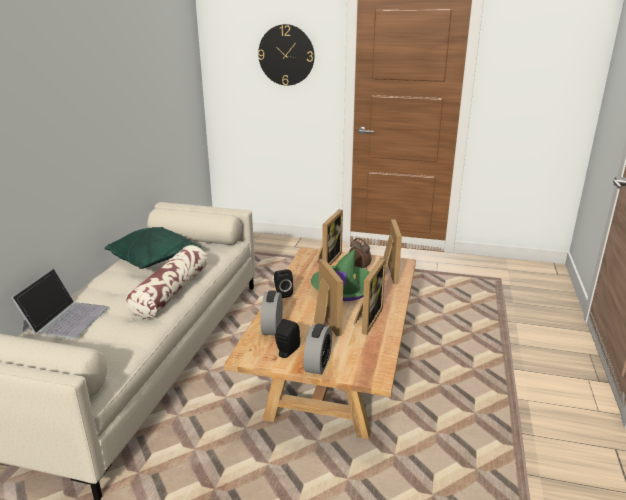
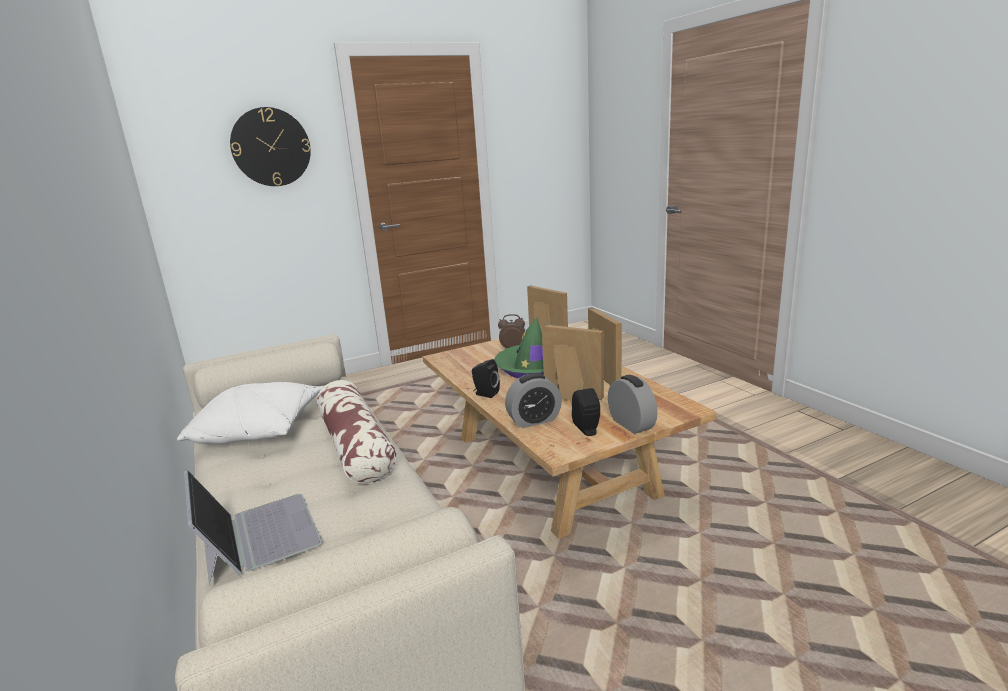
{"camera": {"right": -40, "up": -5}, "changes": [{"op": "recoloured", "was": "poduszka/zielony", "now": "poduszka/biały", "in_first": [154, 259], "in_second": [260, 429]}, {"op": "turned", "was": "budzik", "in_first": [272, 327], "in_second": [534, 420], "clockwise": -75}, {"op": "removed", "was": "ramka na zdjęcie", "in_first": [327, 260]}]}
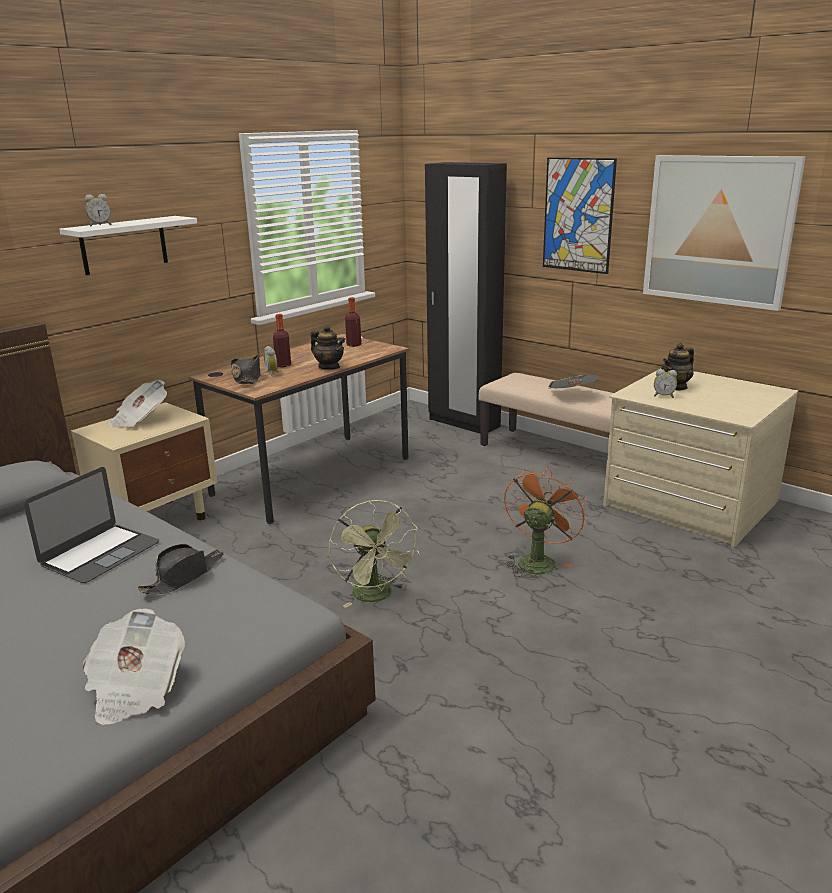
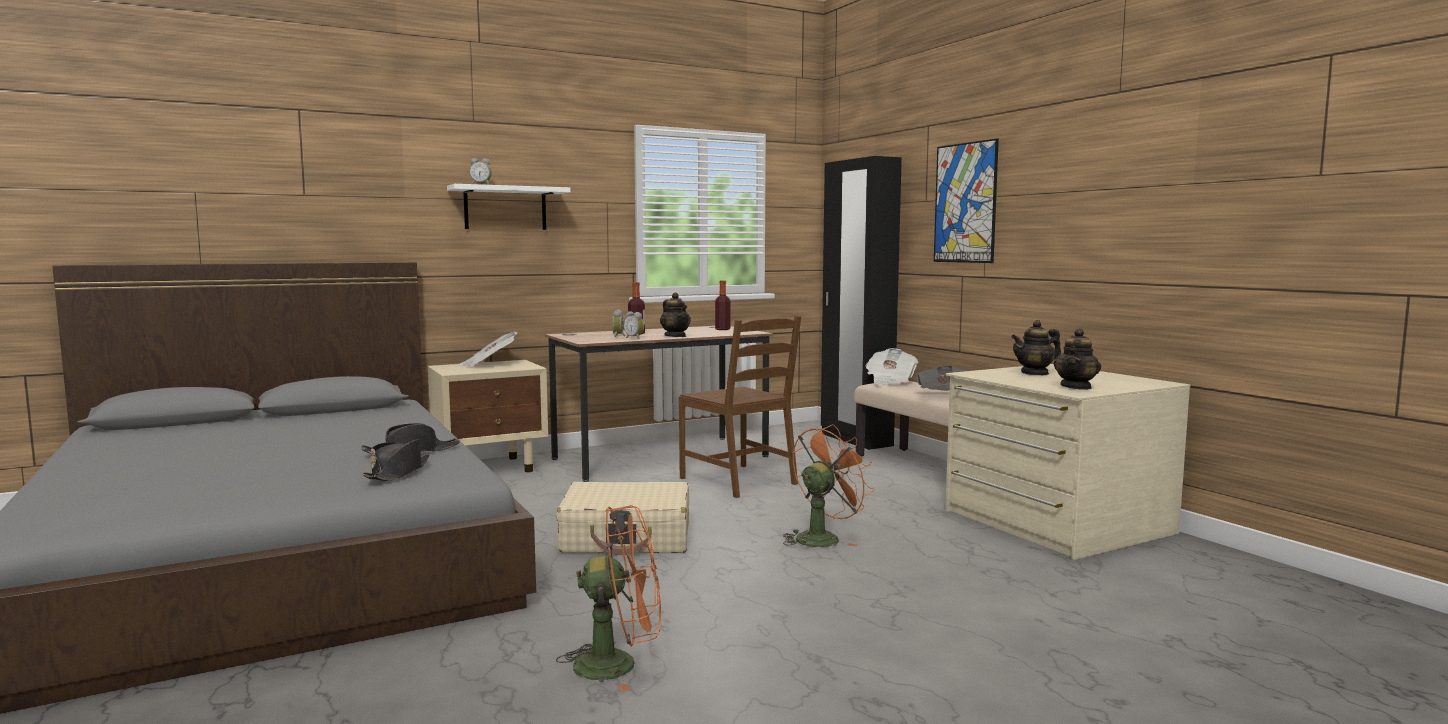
{"camera": {"right": 20, "up": -15}, "changes": [{"op": "moved", "was": "kapelusz/czarny", "in_first": [247, 378], "in_second": [398, 472]}, {"op": "added", "now": "wentylator/pomarańczowy", "in_second": [619, 664]}, {"op": "replaced", "was": "wentylator/zielony", "now": "walizka/beżowy", "in_first": [377, 596], "in_second": [627, 538]}, {"op": "moved", "was": "budzik", "in_first": [664, 396], "in_second": [635, 338]}, {"op": "added", "now": "krzesło/brązowy", "in_second": [740, 481]}, {"op": "moved", "was": "gazeta", "in_first": [135, 688], "in_second": [890, 381]}, {"op": "added", "now": "imbryk", "in_second": [1076, 387]}, {"op": "removed", "was": "laptop", "in_first": [100, 553]}, {"op": "removed", "was": "obraz", "in_first": [718, 230]}]}
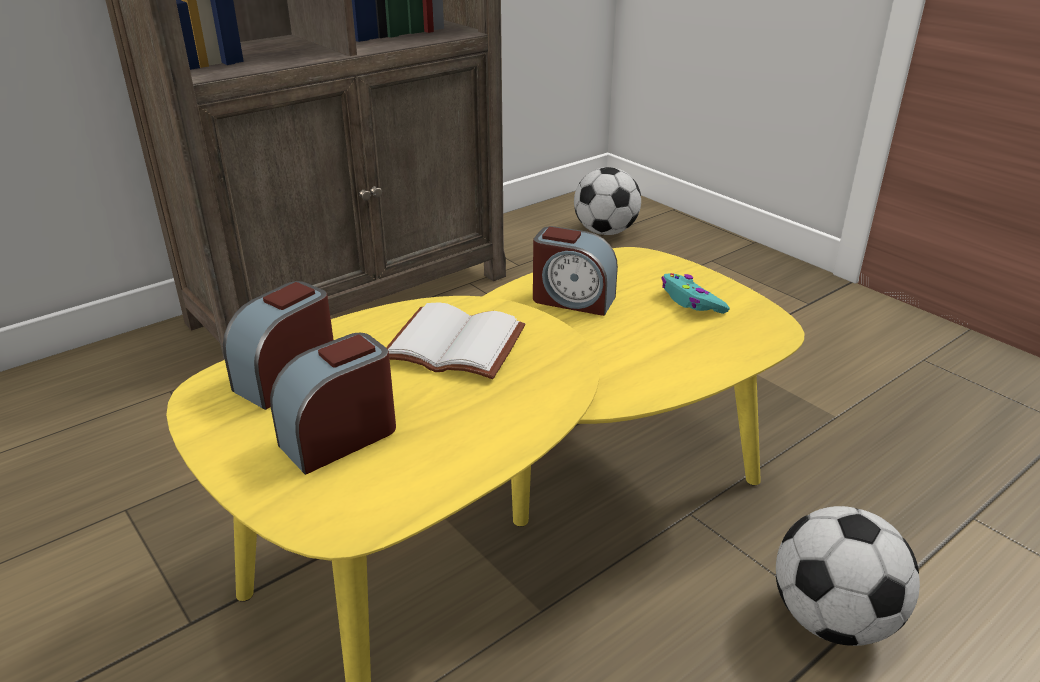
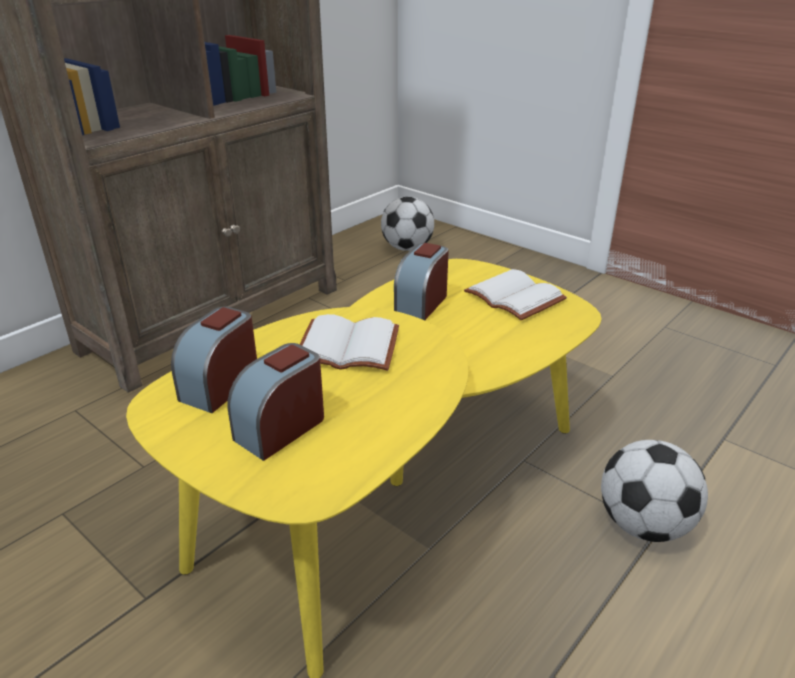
{"camera": {"right": -10, "up": 0}, "changes": [{"op": "turned", "was": "budzik", "in_first": [572, 299], "in_second": [421, 303], "clockwise": 105}, {"op": "replaced", "was": "pad do gier/turkusowy", "now": "książka/biały", "in_first": [691, 302], "in_second": [511, 297]}]}
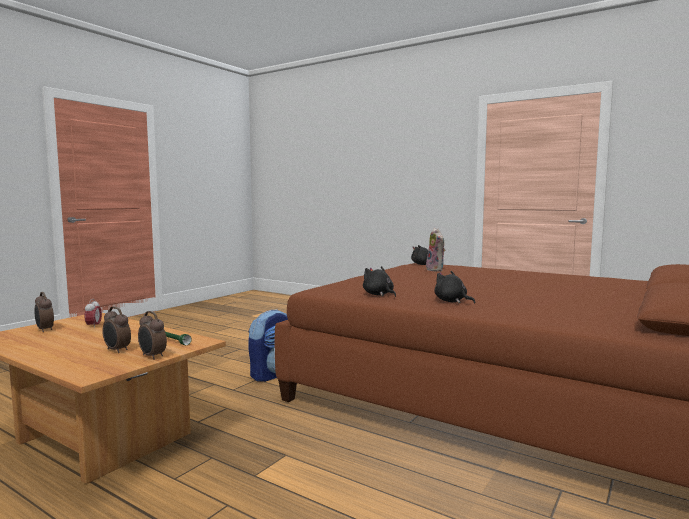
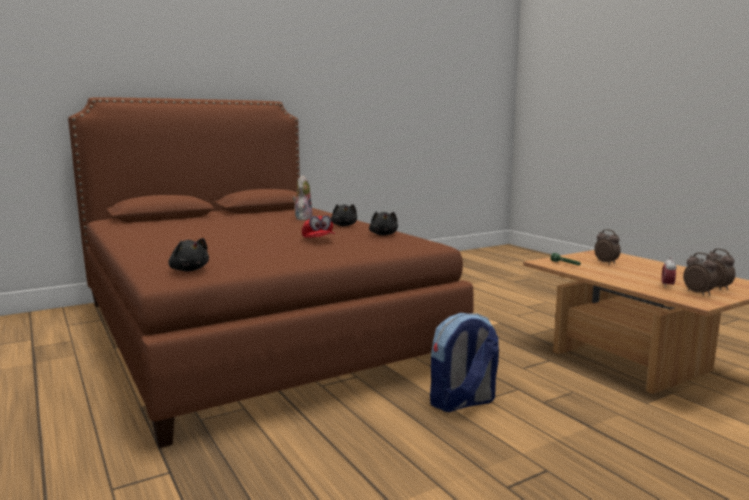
{"camera": {"right": -155, "up": 5}, "changes": [{"op": "moved", "was": "pluszak", "in_first": [436, 270], "in_second": [302, 218]}, {"op": "added", "now": "czapka z daszkiem/czerwony", "in_second": [318, 240]}, {"op": "moved", "was": "budzik", "in_first": [152, 356], "in_second": [698, 293]}]}
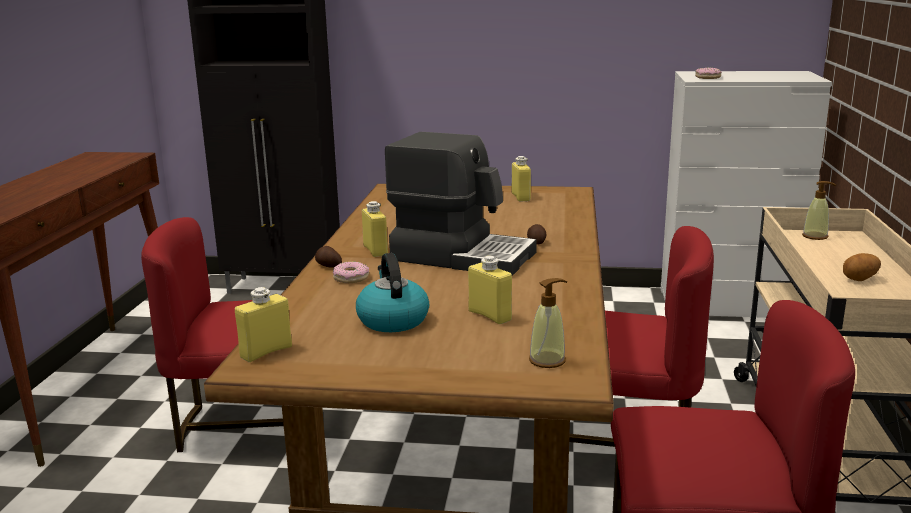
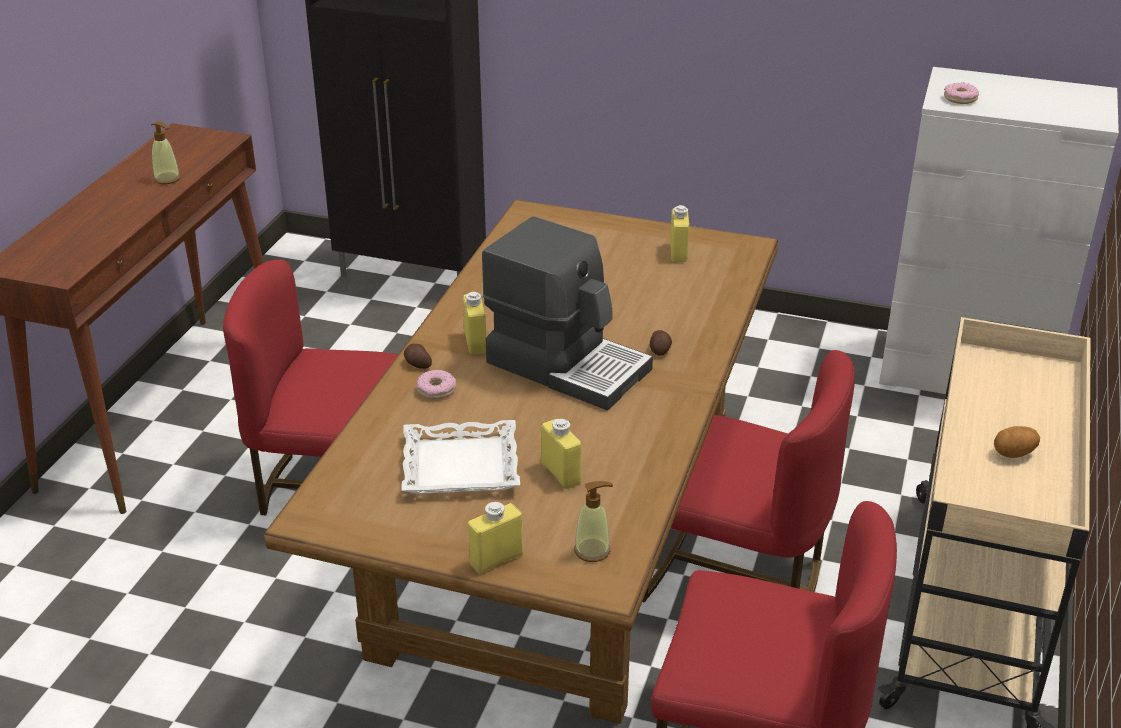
{"camera": {"right": 10, "up": 15}, "changes": [{"op": "moved", "was": "dozownik mydła", "in_first": [815, 236], "in_second": [167, 179]}, {"op": "replaced", "was": "czajnik", "now": "taca/biały", "in_first": [392, 320], "in_second": [460, 466]}, {"op": "moved", "was": "butelka/żółty", "in_first": [266, 352], "in_second": [496, 559]}]}
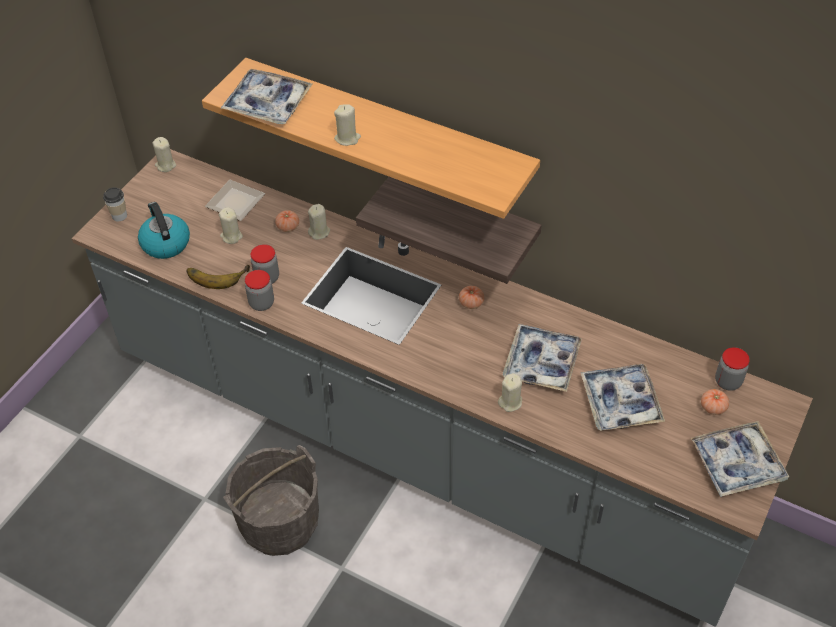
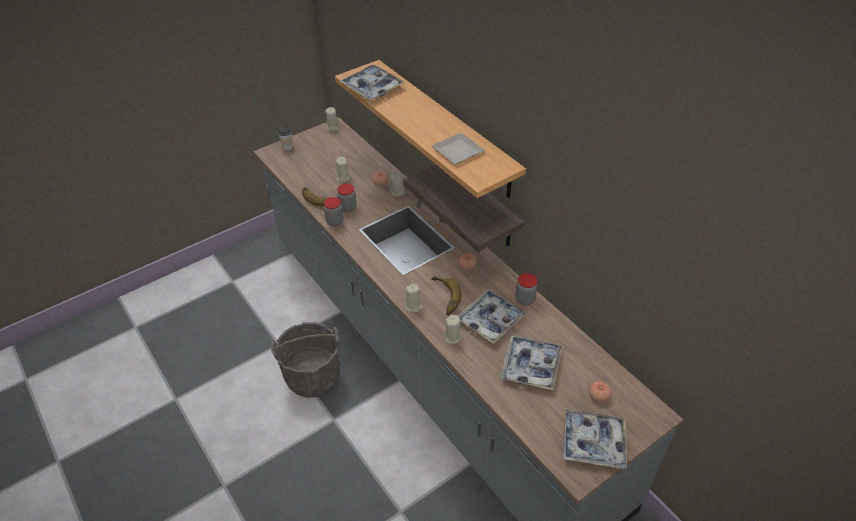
{"camera": {"right": 25, "up": -5}, "changes": [{"op": "moved", "was": "świeca/beżowy", "in_first": [347, 138], "in_second": [413, 306]}, {"op": "moved", "was": "talerz", "in_first": [233, 203], "in_second": [456, 150]}, {"op": "added", "now": "banan", "in_second": [443, 297]}, {"op": "moved", "was": "słoik", "in_first": [728, 381], "in_second": [525, 299]}, {"op": "removed", "was": "czajnik", "in_first": [165, 243]}]}
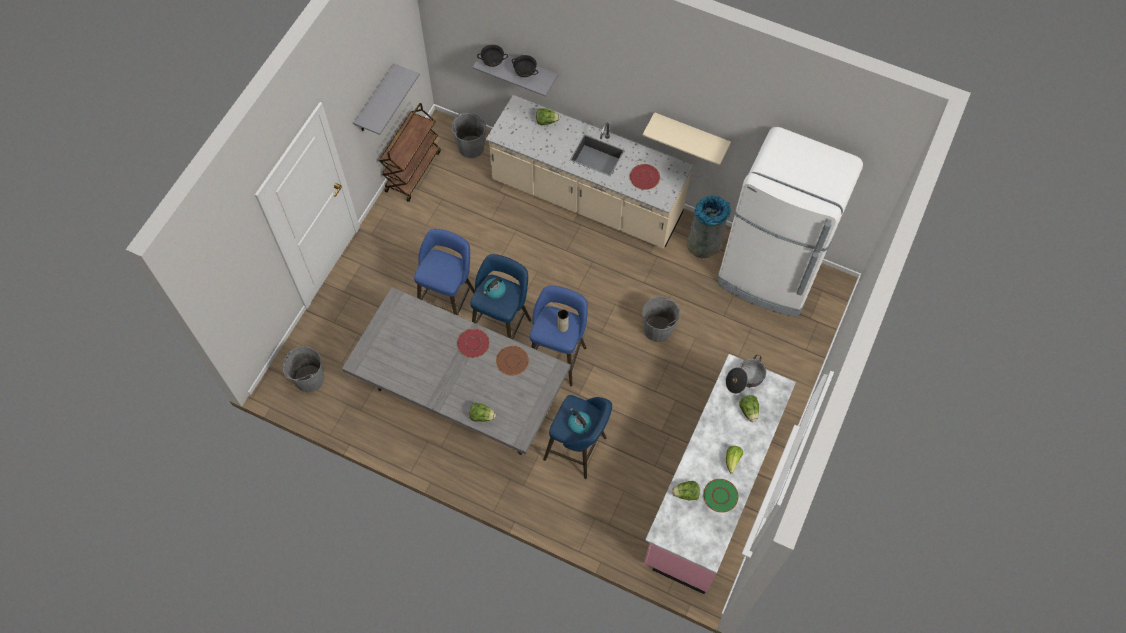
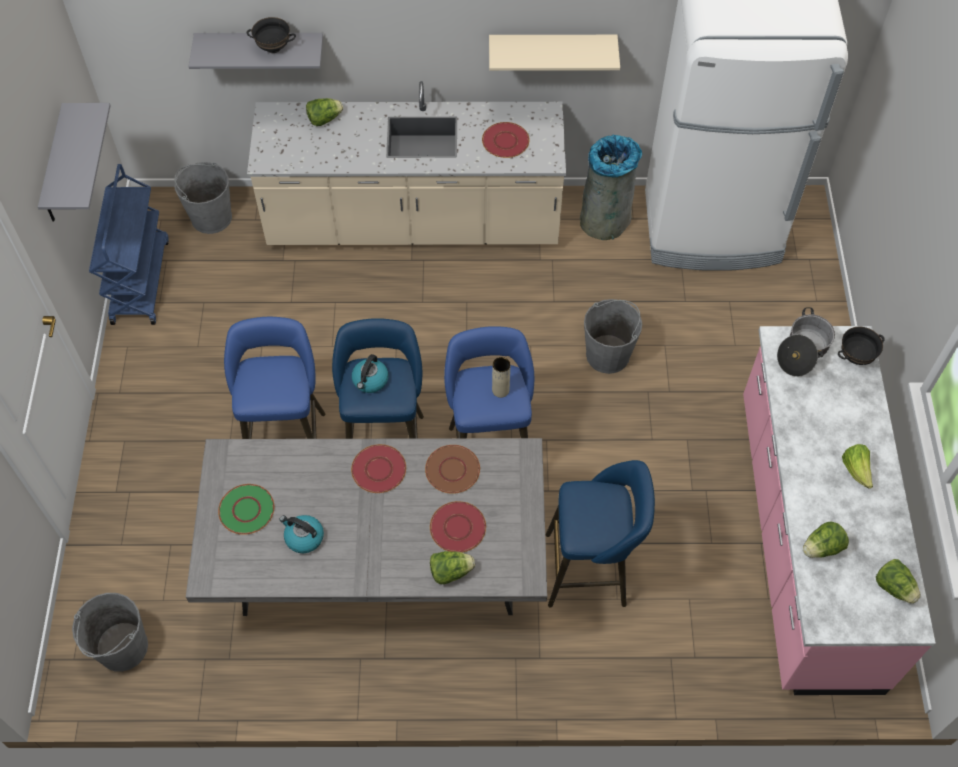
{"camera": {"right": -25, "up": -5}, "changes": [{"op": "recoloured", "was": "wózek/brązowy", "now": "wózek/niebieski", "in_first": [413, 171], "in_second": [140, 280]}, {"op": "moved", "was": "talerz/zielony", "in_first": [720, 495], "in_second": [247, 509]}, {"op": "moved", "was": "czajnik", "in_first": [579, 424], "in_second": [303, 537]}, {"op": "added", "now": "talerz/czerwony", "in_second": [458, 527]}, {"op": "moved", "was": "miska/czarny", "in_first": [493, 63], "in_second": [855, 356]}, {"op": "moved", "was": "sałata", "in_first": [749, 411], "in_second": [894, 587]}]}
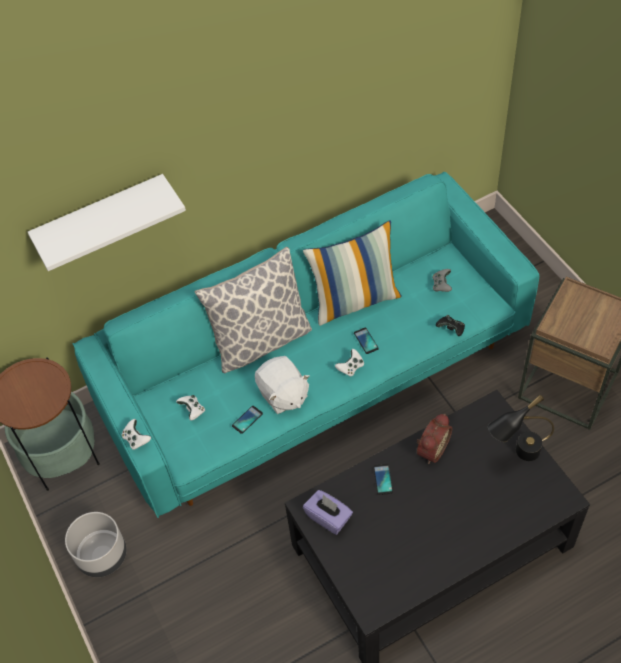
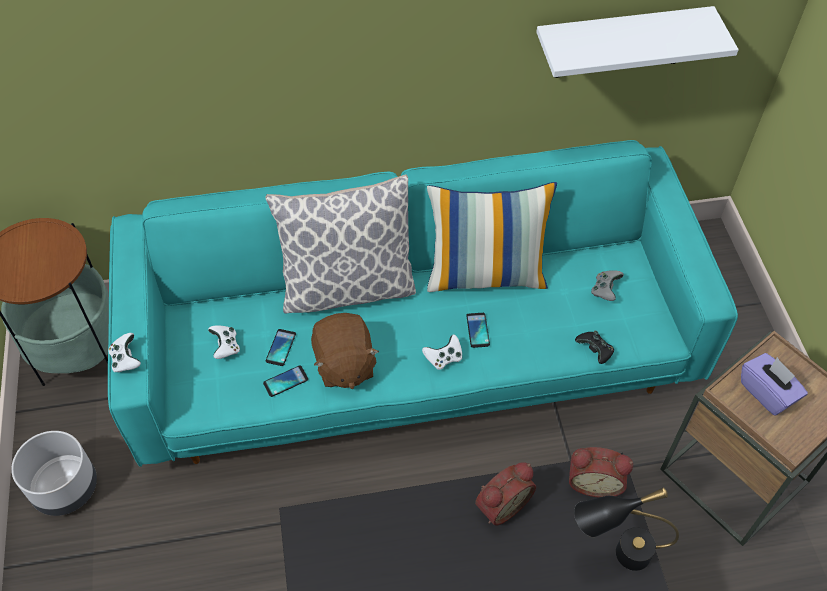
{"camera": {"right": 15, "up": 0}, "changes": [{"op": "moved", "was": "telefon", "in_first": [383, 479], "in_second": [280, 347]}, {"op": "recoloured", "was": "pluszak/biały", "now": "pluszak/brązowy", "in_first": [283, 395], "in_second": [344, 364]}, {"op": "moved", "was": "półka/biały", "in_first": [102, 220], "in_second": [620, 43]}, {"op": "added", "now": "budzik", "in_second": [594, 481]}, {"op": "moved", "was": "pudełko chusteczek/fioletowy", "in_first": [328, 517], "in_second": [767, 392]}]}
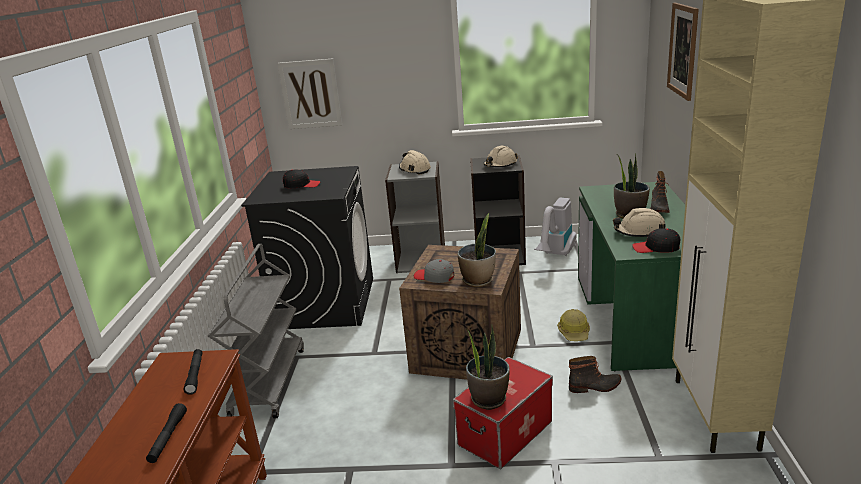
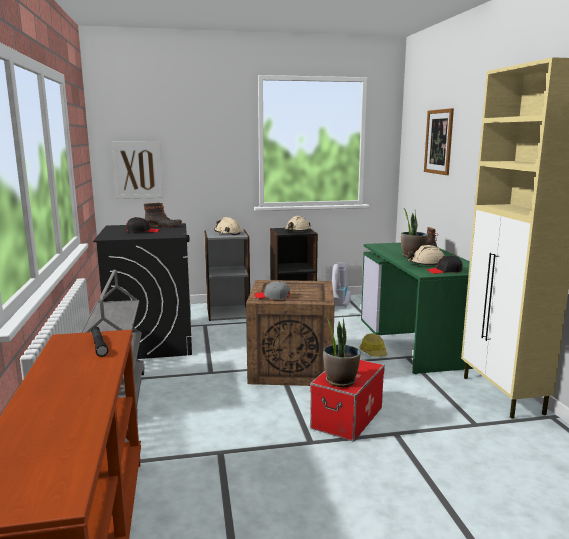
{"camera": {"right": -15, "up": -10}, "changes": [{"op": "moved", "was": "but z cholewką", "in_first": [595, 387], "in_second": [163, 226]}, {"op": "removed", "was": "latarka/czarny", "in_first": [168, 437]}, {"op": "removed", "was": "roślina doniczkowa", "in_first": [478, 281]}]}
